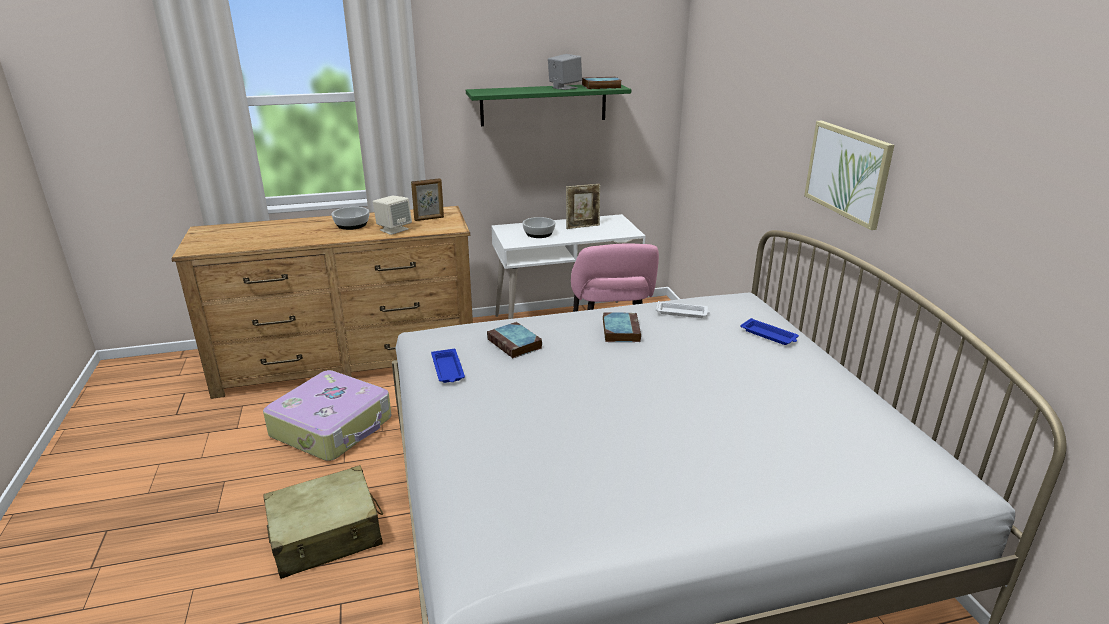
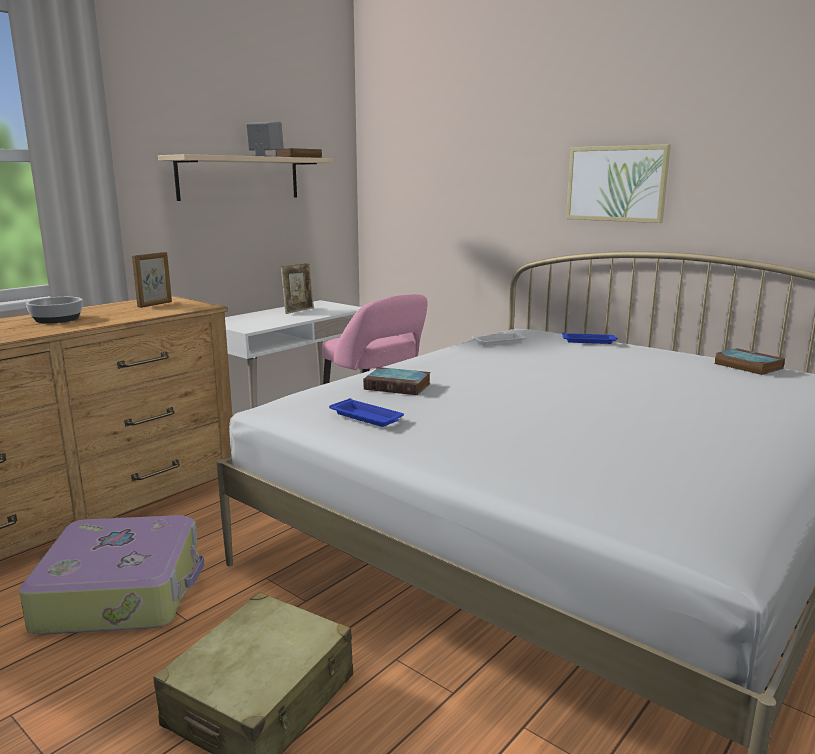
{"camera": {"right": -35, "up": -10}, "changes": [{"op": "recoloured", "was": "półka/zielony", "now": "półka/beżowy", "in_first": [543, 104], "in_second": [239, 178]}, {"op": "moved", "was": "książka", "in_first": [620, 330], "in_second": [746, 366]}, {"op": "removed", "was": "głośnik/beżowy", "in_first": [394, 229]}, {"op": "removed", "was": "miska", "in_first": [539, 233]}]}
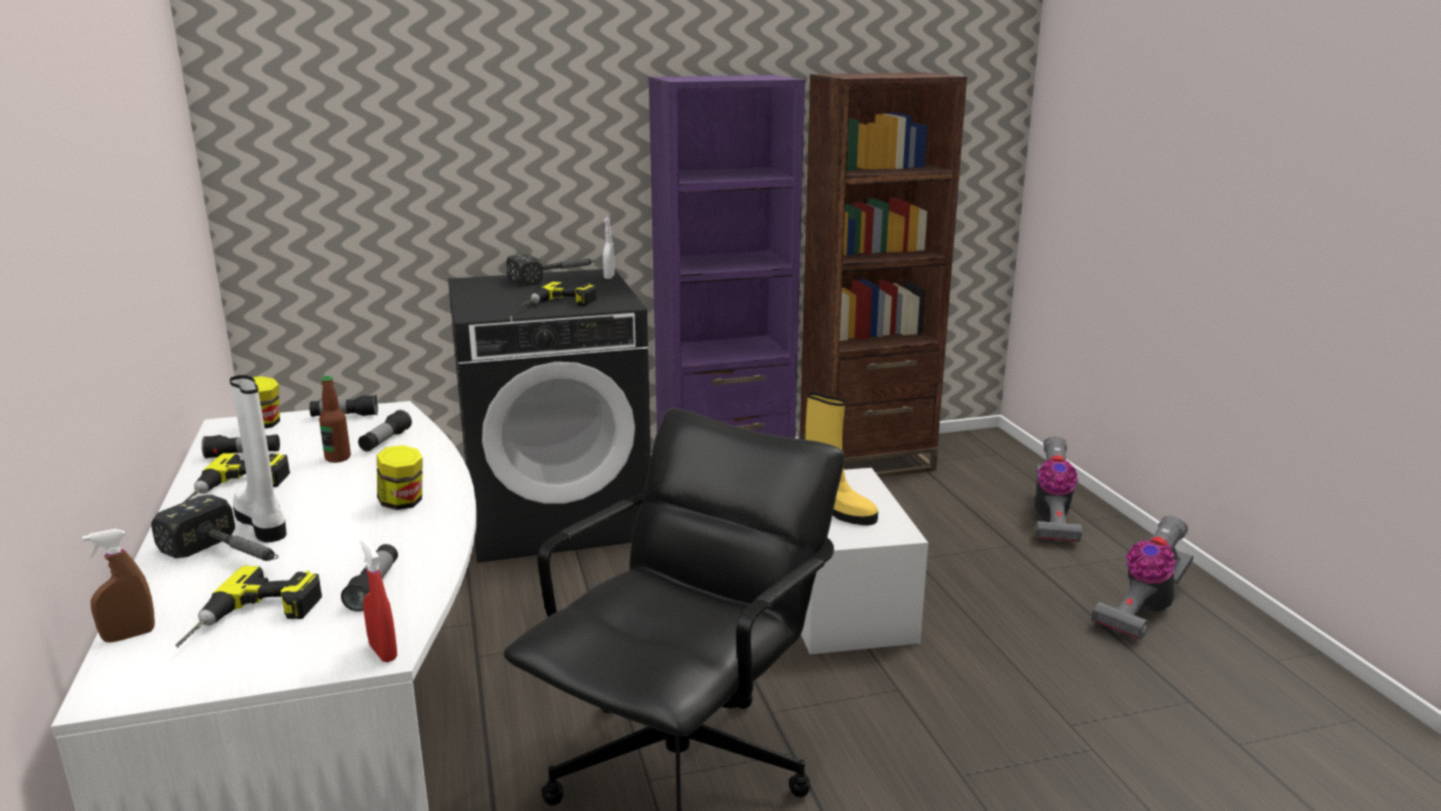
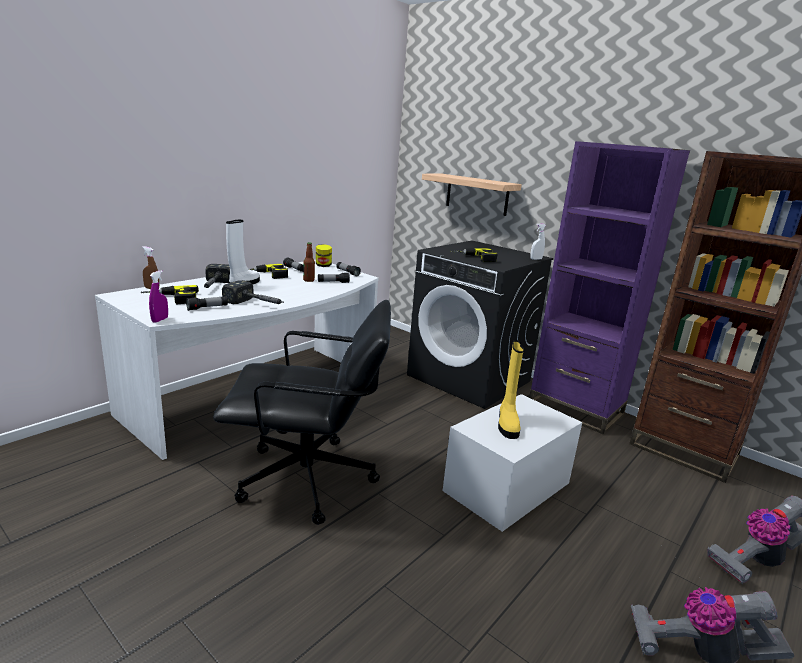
{"camera": {"right": 55, "up": 0}, "changes": [{"op": "recoloured", "was": "spryskiwacz/czerwony", "now": "spryskiwacz/fioletowy", "in_first": [383, 652], "in_second": [160, 320]}, {"op": "moved", "was": "młotek", "in_first": [555, 277], "in_second": [256, 304]}, {"op": "added", "now": "półka", "in_second": [477, 194]}, {"op": "removed", "was": "słoik", "in_first": [402, 503]}]}
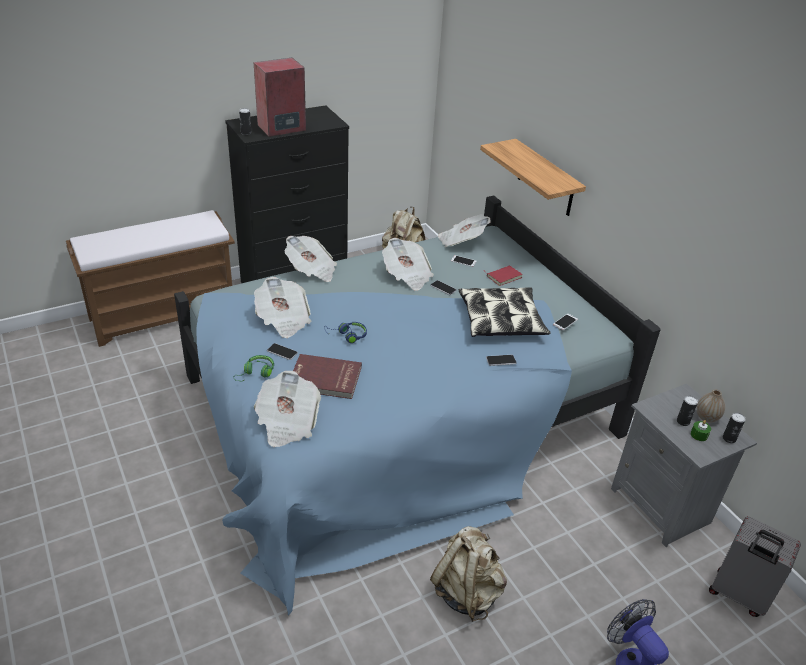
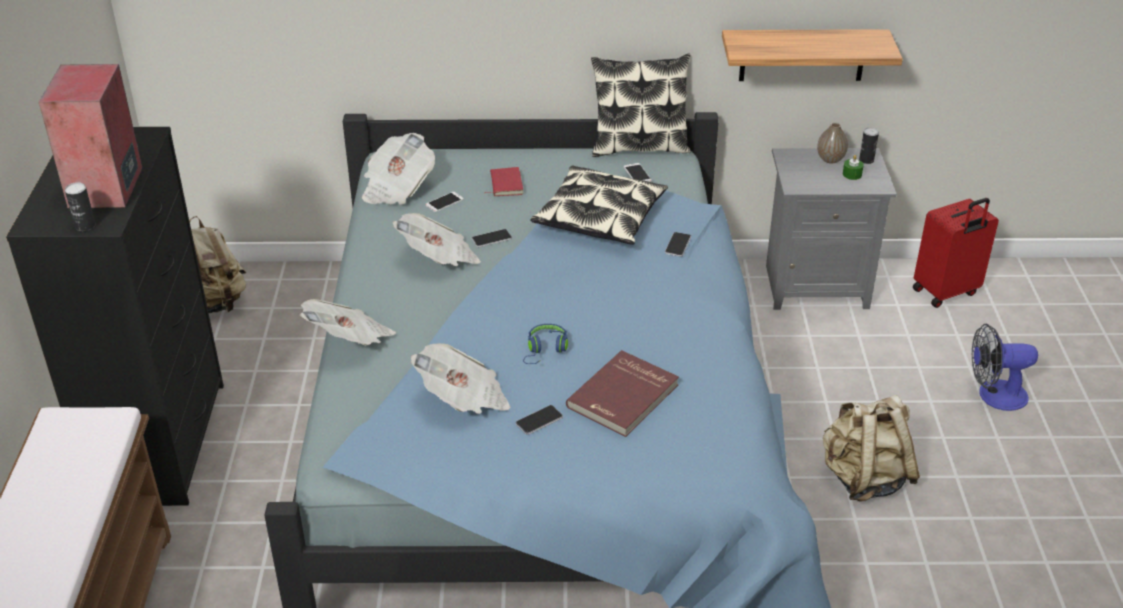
{"camera": {"right": -60, "up": 0}, "changes": [{"op": "added", "now": "poduszka", "in_second": [639, 146]}, {"op": "moved", "was": "półka", "in_first": [546, 179], "in_second": [802, 55]}, {"op": "recoloured", "was": "walizka/szary", "now": "walizka/czerwony", "in_first": [738, 595], "in_second": [946, 292]}, {"op": "removed", "was": "słuchawki/zielony", "in_first": [256, 373]}, {"op": "removed", "was": "gazeta", "in_first": [287, 423]}, {"op": "removed", "was": "puszka", "in_first": [683, 421]}]}
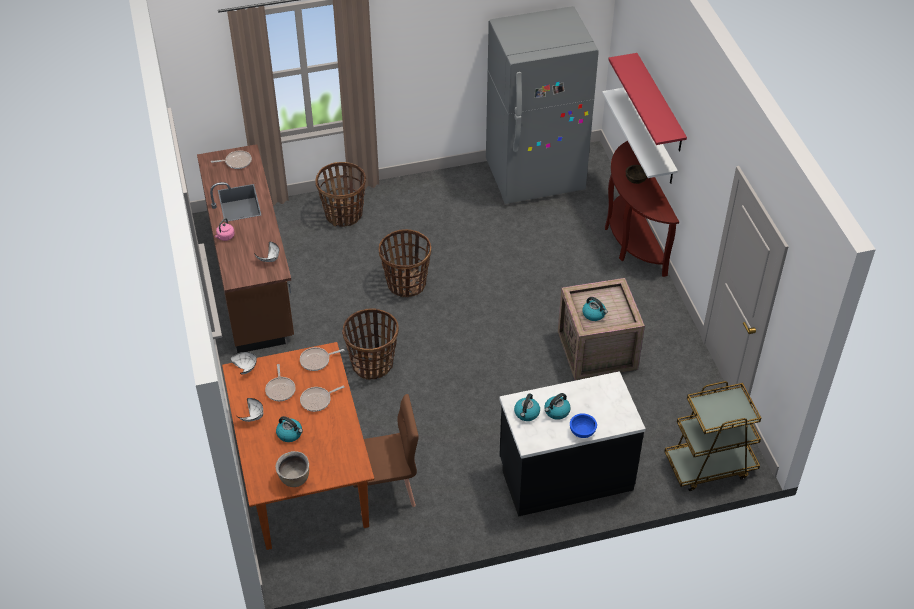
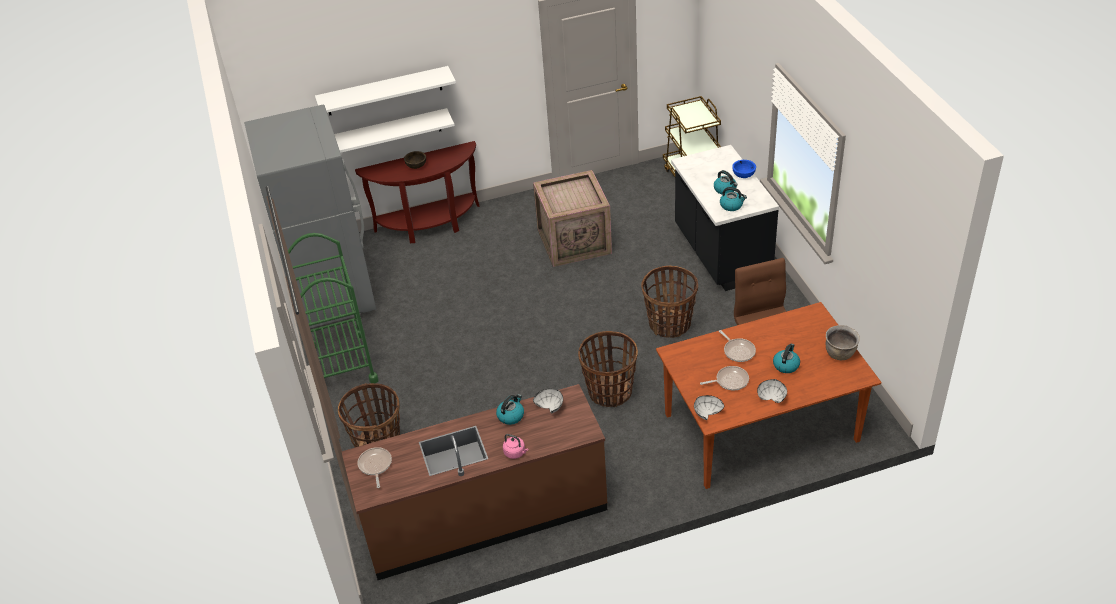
{"camera": {"right": -90, "up": -5}, "changes": [{"op": "added", "now": "wózek/zielony", "in_second": [342, 364]}, {"op": "recoloured", "was": "półka/czerwony", "now": "półka/biały", "in_first": [659, 103], "in_second": [384, 91]}, {"op": "moved", "was": "czajnik", "in_first": [594, 314], "in_second": [511, 415]}, {"op": "moved", "was": "koszyk", "in_first": [406, 283], "in_second": [669, 324]}, {"op": "removed", "was": "patelnia", "in_first": [317, 360]}]}
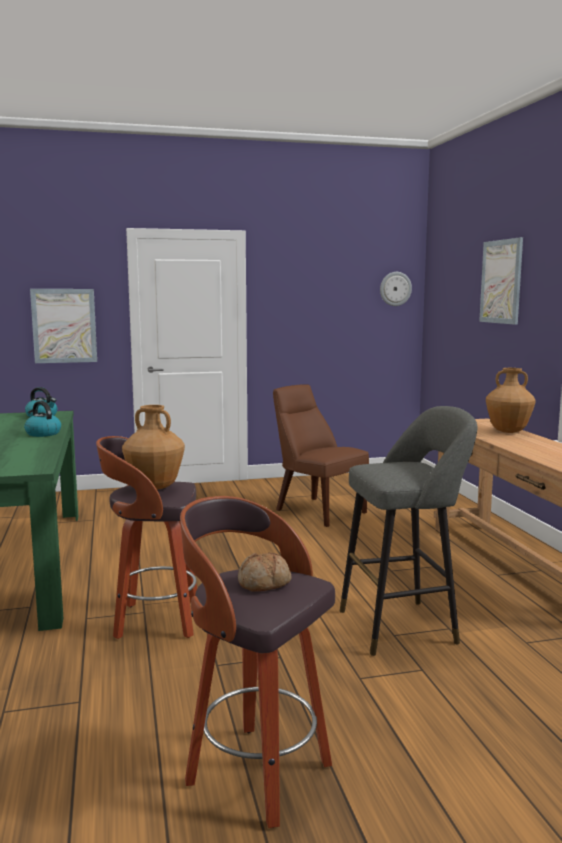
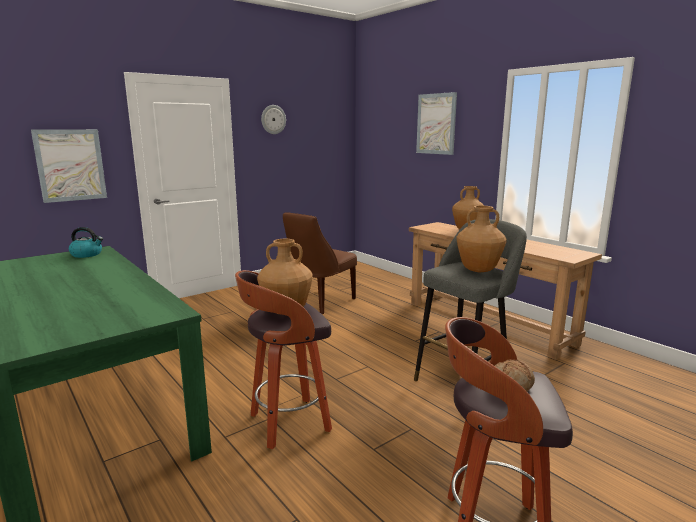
{"camera": {"right": -25, "up": 5}, "changes": [{"op": "moved", "was": "zegar ścienny", "in_first": [395, 288], "in_second": [273, 119]}, {"op": "turned", "was": "krzesło/brązowy", "in_first": [317, 510], "in_second": [319, 302], "clockwise": -75}, {"op": "added", "now": "wazon/brązowy", "in_second": [478, 270]}, {"op": "removed", "was": "czajnik", "in_first": [42, 433]}]}
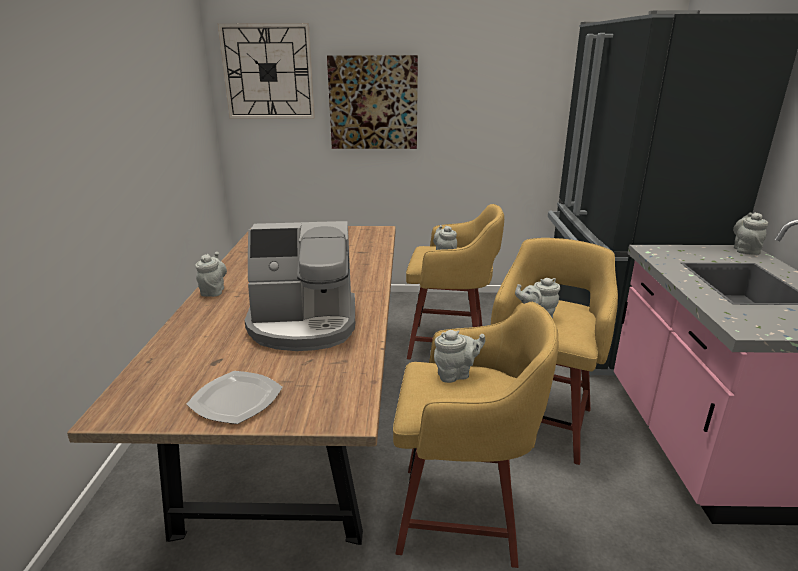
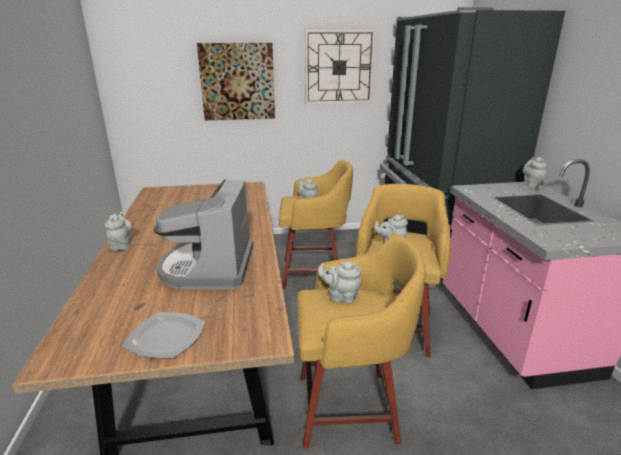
{"camera": {"right": -10, "up": 0}, "changes": [{"op": "turned", "was": "ekspres do kawy", "in_first": [304, 325], "in_second": [209, 268], "clockwise": 105}, {"op": "moved", "was": "zegar ścienny", "in_first": [268, 72], "in_second": [339, 67]}, {"op": "turned", "was": "imbryk/szary", "in_first": [456, 374], "in_second": [341, 297], "clockwise": -135}]}
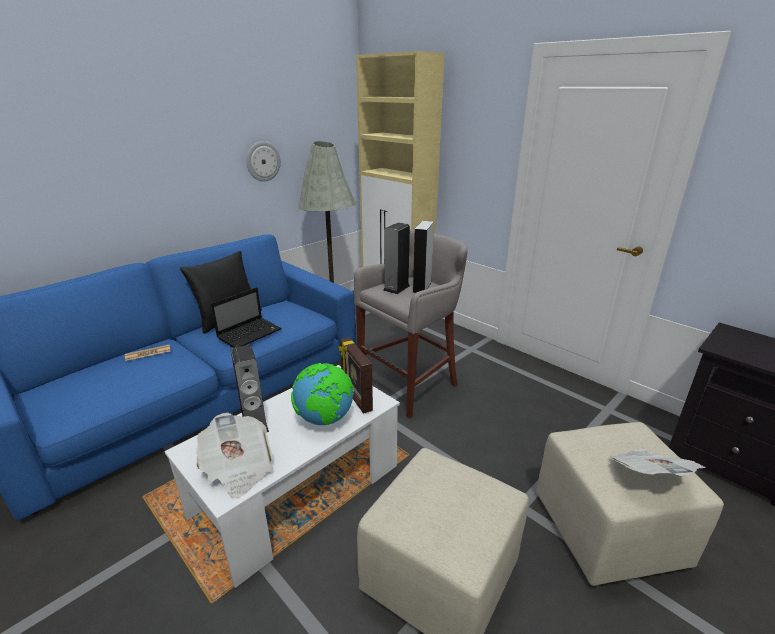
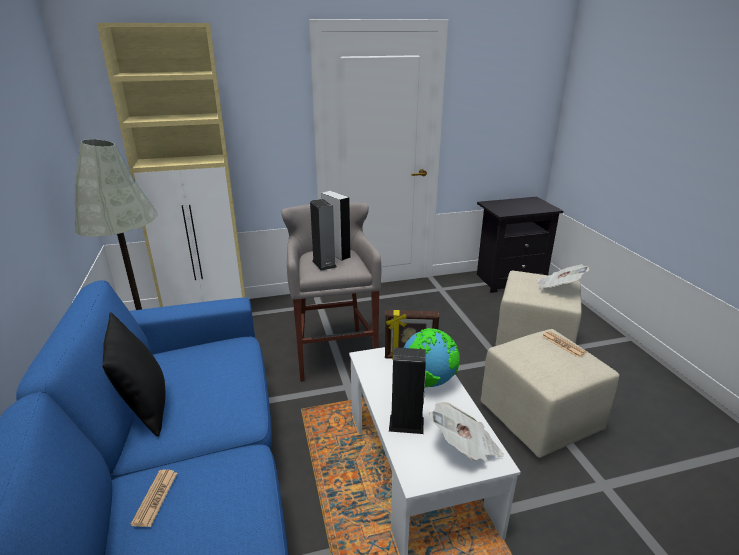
{"camera": {"right": -60, "up": 0}, "changes": [{"op": "added", "now": "gazeta", "in_second": [563, 344]}, {"op": "removed", "was": "laptop", "in_first": [250, 333]}, {"op": "removed", "was": "zegar ścienny", "in_first": [263, 161]}]}
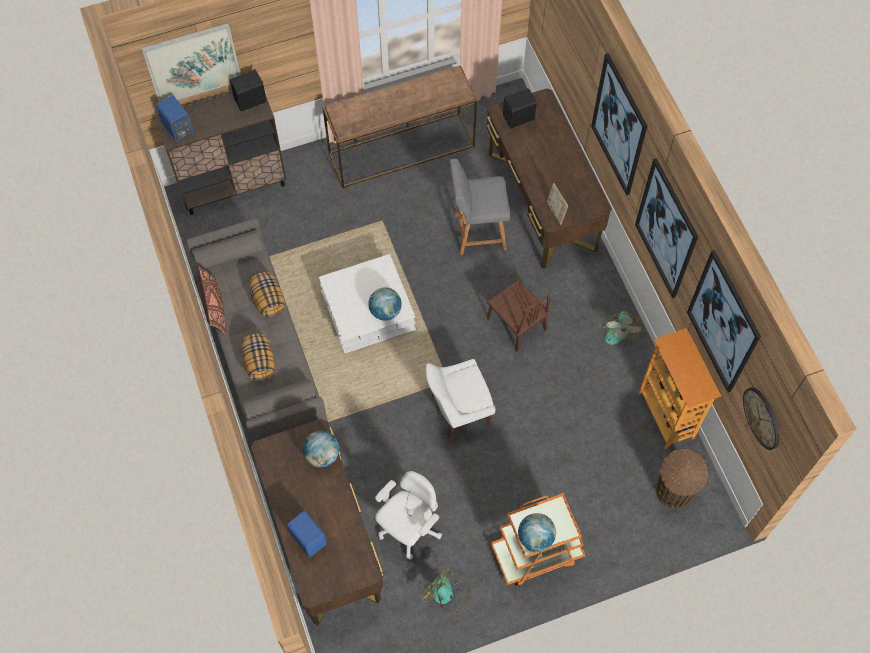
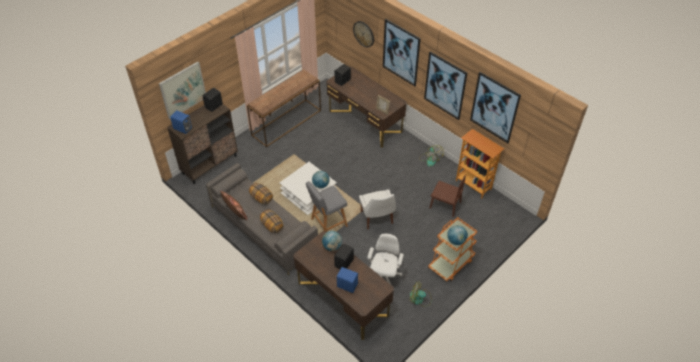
{"camera": {"right": -25, "up": -15}, "changes": [{"op": "moved", "was": "stołek/szary", "in_first": [477, 232], "in_second": [327, 223]}, {"op": "added", "now": "głośnik/czarny", "in_second": [344, 263]}, {"op": "moved", "was": "zegar ścienny", "in_first": [762, 418], "in_second": [364, 34]}, {"op": "turned", "was": "krzesło/biały", "in_first": [457, 410], "in_second": [377, 218], "clockwise": -60}, {"op": "moved", "was": "krzesło/brązowy", "in_first": [516, 324], "in_second": [445, 205]}, {"op": "removed", "was": "kosz na śmieci/brązowy", "in_first": [673, 492]}]}
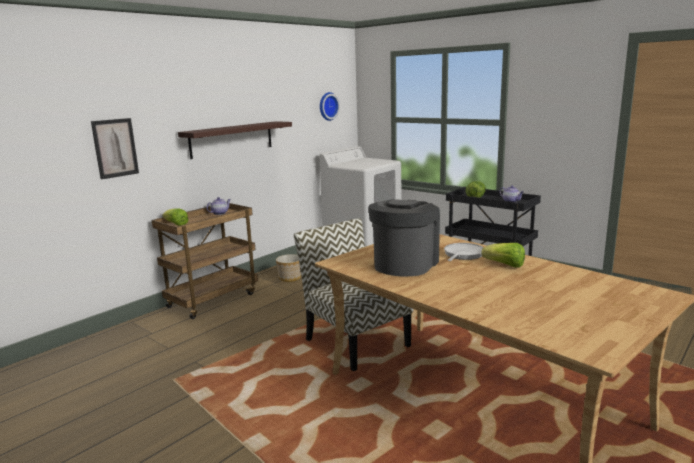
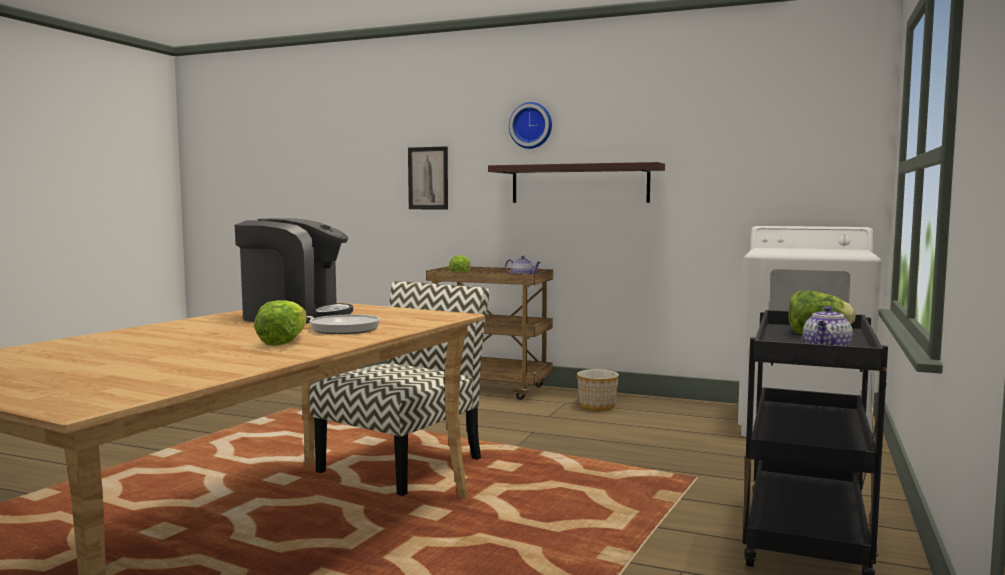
{"camera": {"right": 70, "up": -10}, "changes": [{"op": "moved", "was": "zegar ścienny", "in_first": [327, 106], "in_second": [531, 125]}]}
